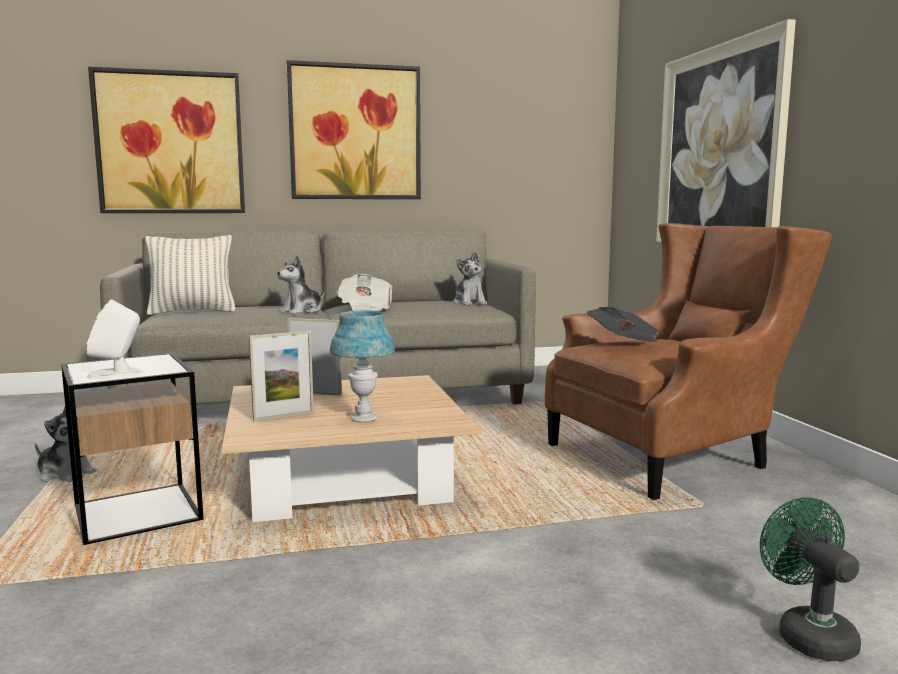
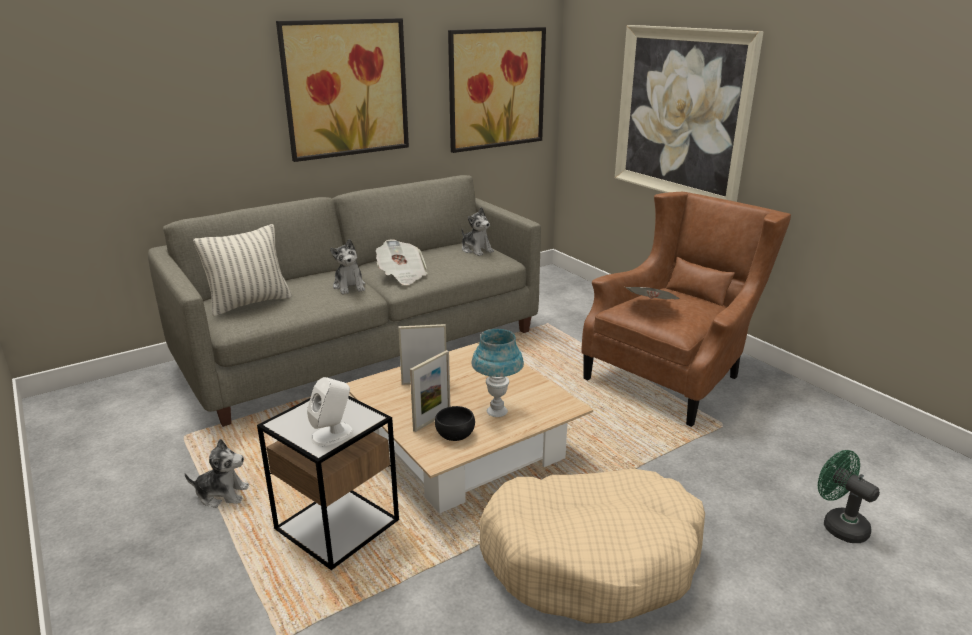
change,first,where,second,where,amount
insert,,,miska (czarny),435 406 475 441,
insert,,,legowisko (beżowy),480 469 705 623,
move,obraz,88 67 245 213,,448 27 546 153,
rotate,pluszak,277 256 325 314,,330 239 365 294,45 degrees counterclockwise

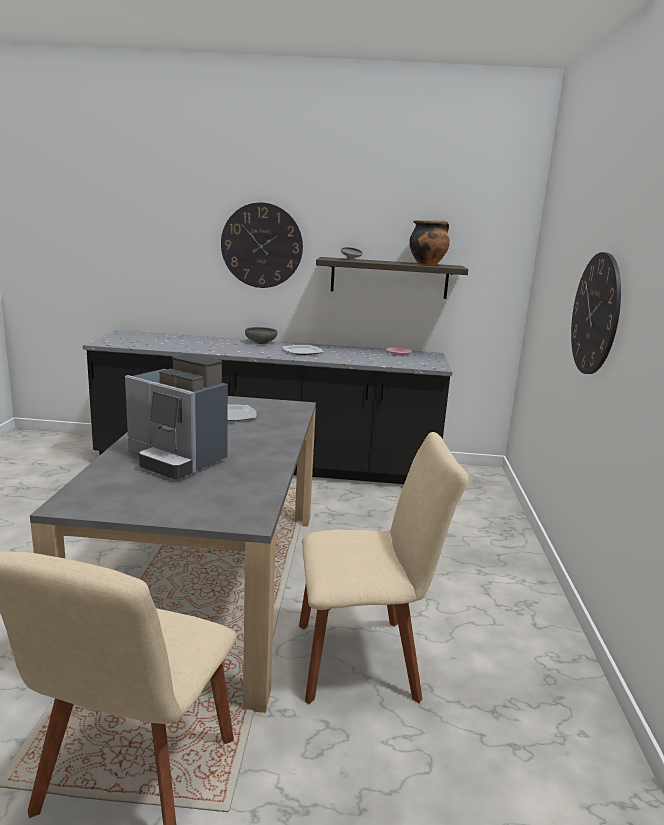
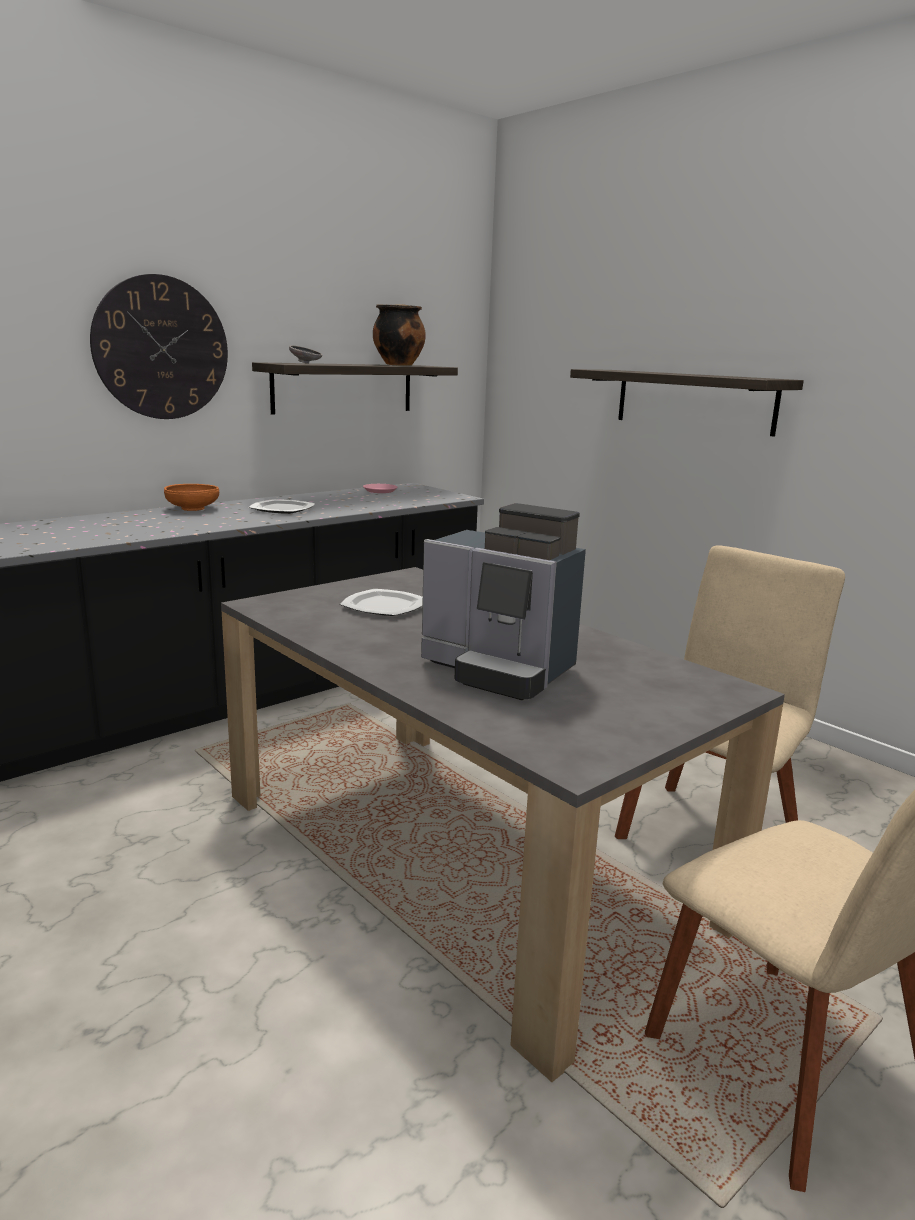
change,first,where,second,where,amount
replace,zegar ścienny,571 252 621 374,półka,570 369 804 437,
recolor,miska (szary),245 327 277 344,miska (pomarańczowy),164 484 219 511,
rotate,ekspres do kawy,125 353 228 480,,421 503 586 700,45 degrees clockwise

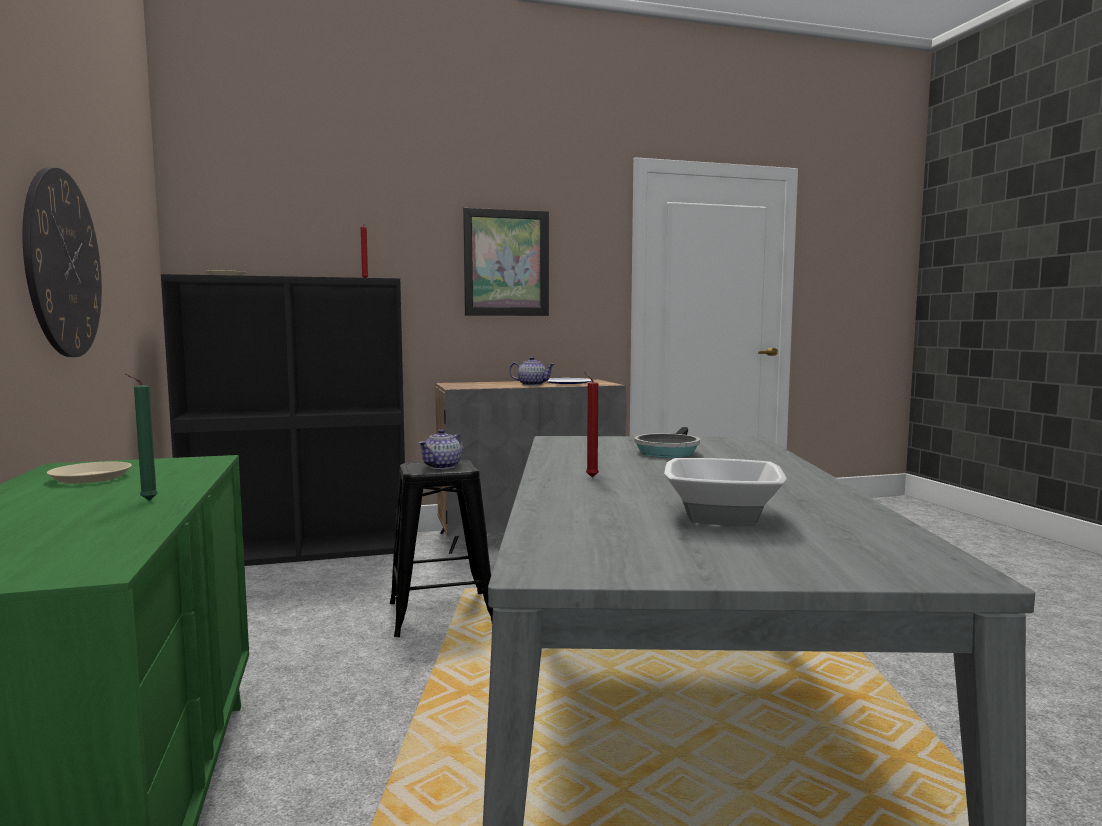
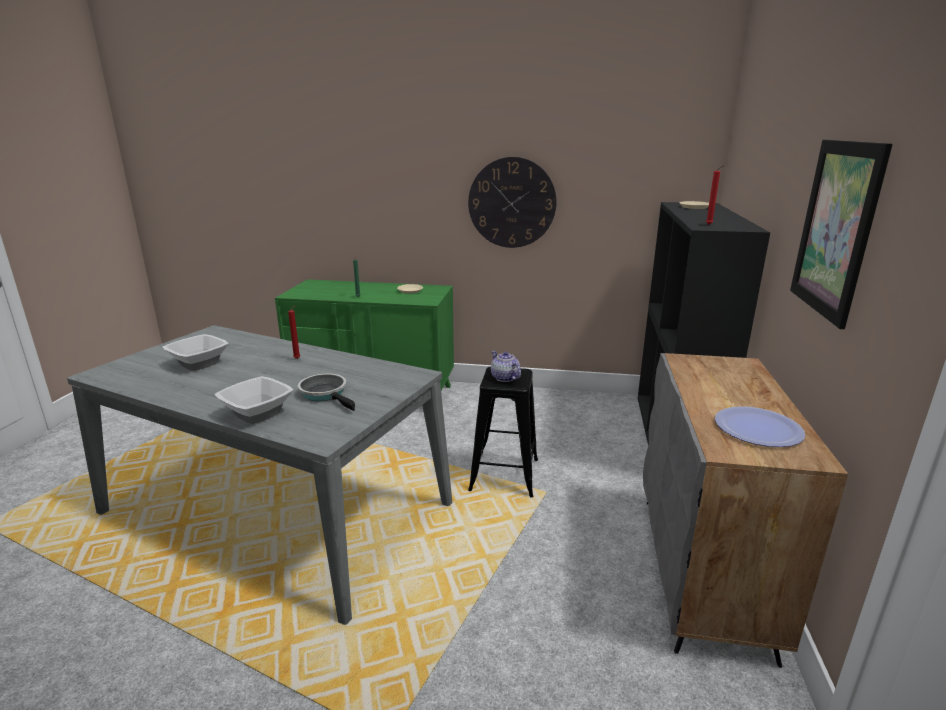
change,first,where,second,where,amount
delete,imbryk,509 357 555 386,,,
insert,,,miska,215 376 294 424,

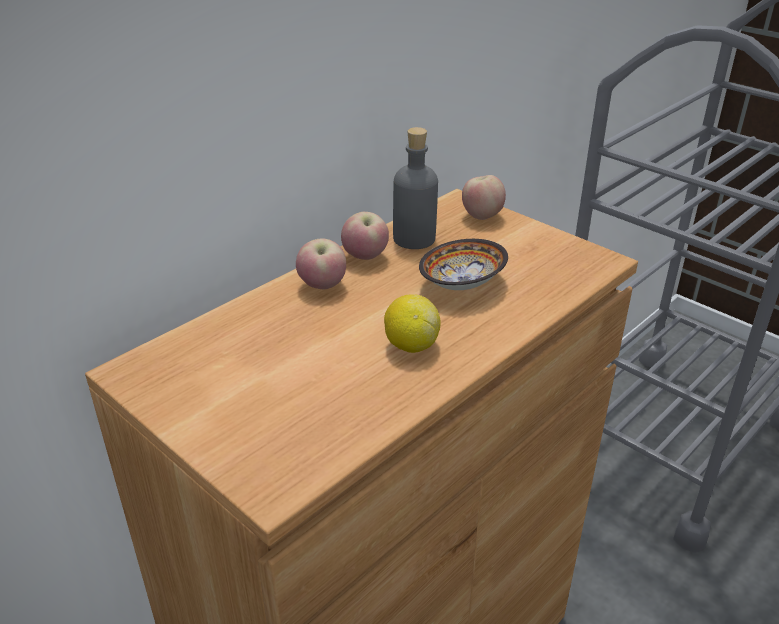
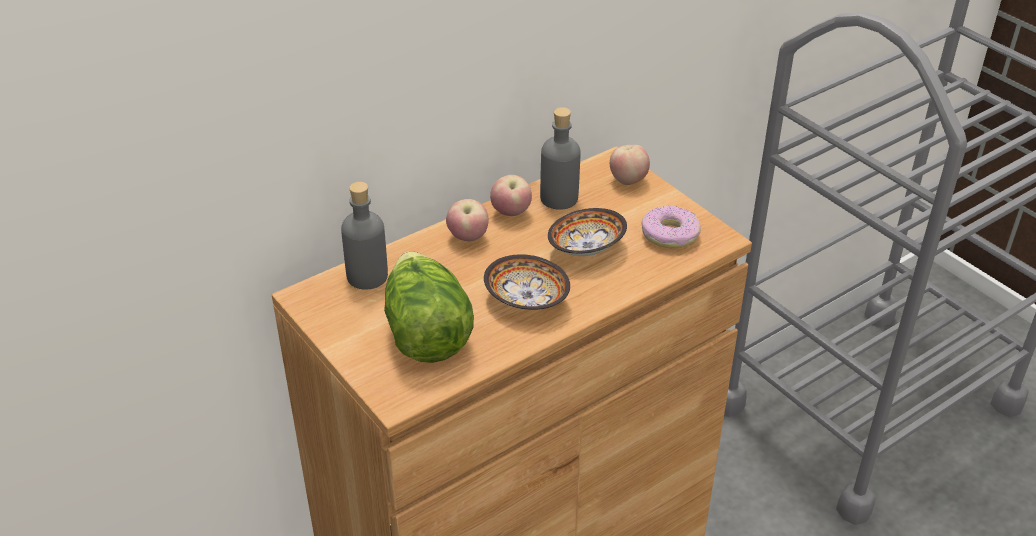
change,first,where,second,where,amount
insert,,,butelka (szary),341 182 388 290,
insert,,,sałata,384 251 474 363,
insert,,,donut,641 206 701 248,
replace,cytryna,384 294 441 353,miska,484 254 570 310,

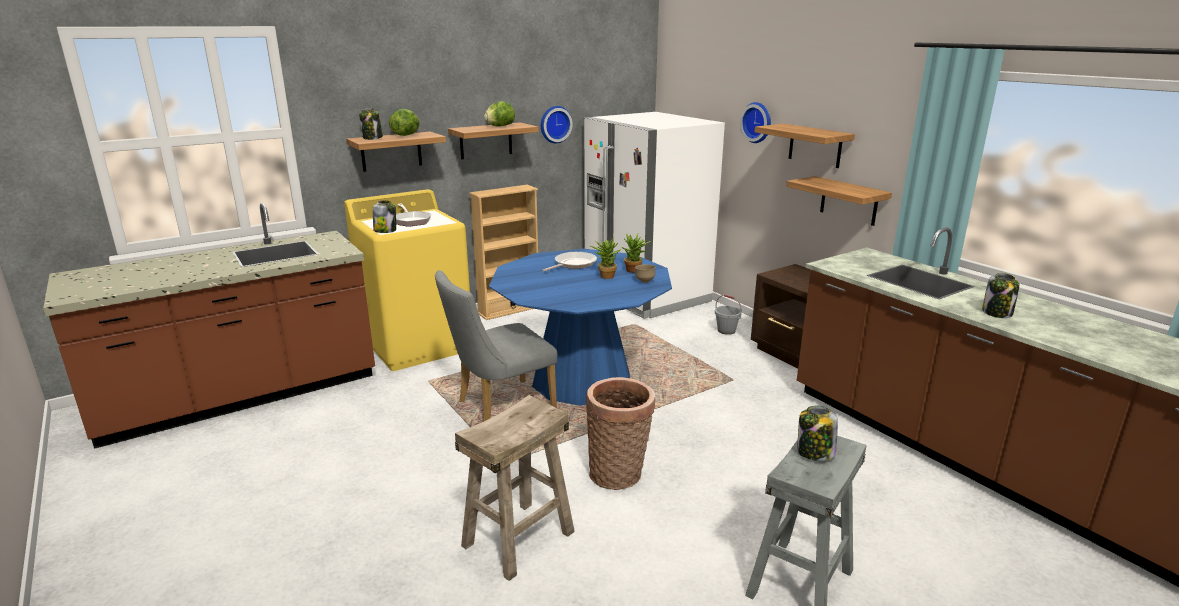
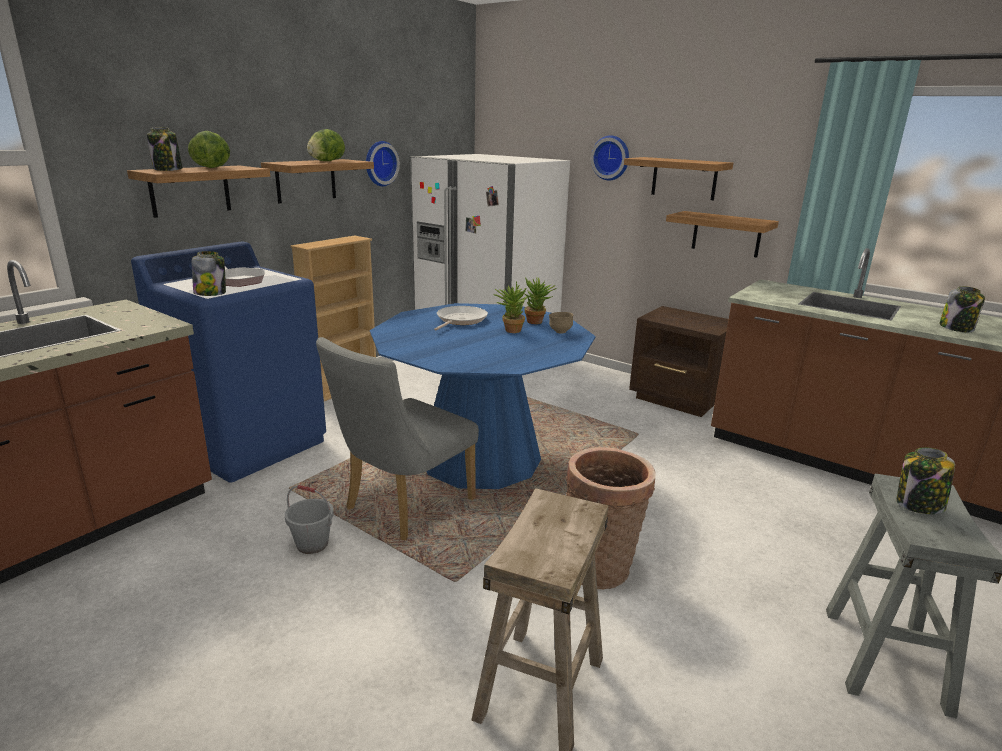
change,first,where,second,where,amount
move,wiadro (szary),715 295 742 335,,285 485 334 554,
recolor,pralka (żółty),344 189 470 371,pralka (niebieski),131 241 326 483,

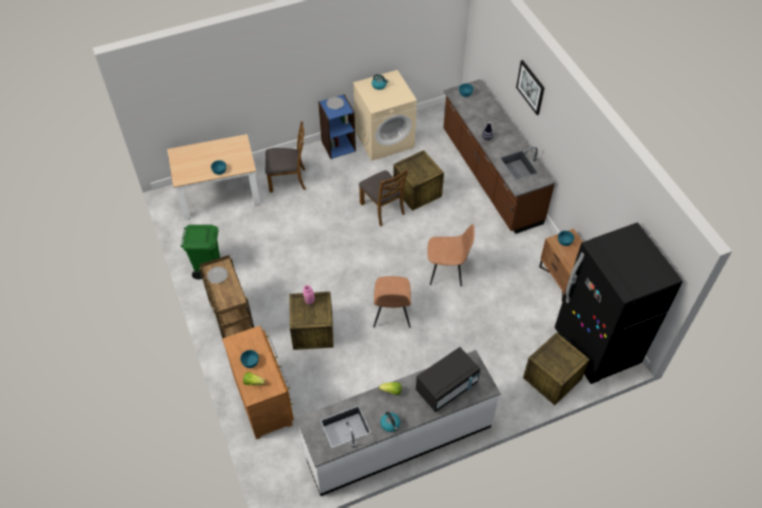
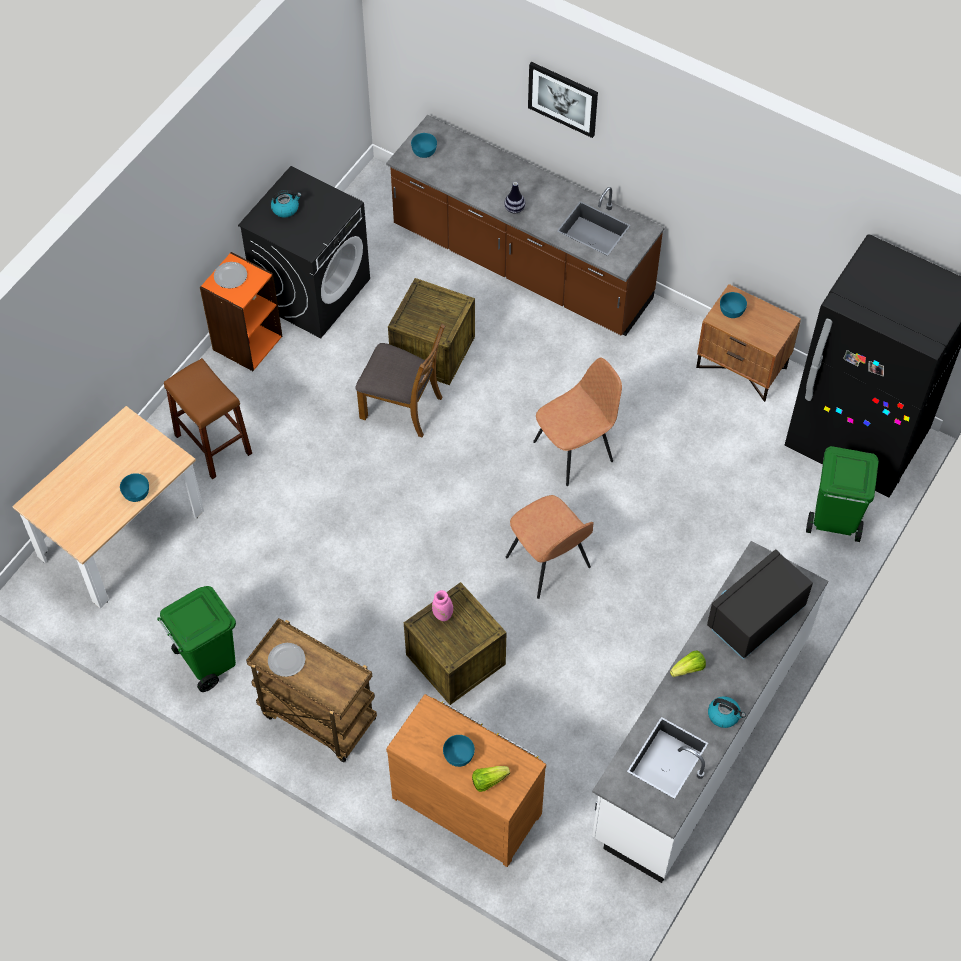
change,first,where,second,where,amount
replace,krzesło (brązowy),265 121 306 192,stołek (brązowy),164 358 252 479,
replace,skrzynka,523 332 590 405,kosz na śmieci (zielony),806 446 879 542,
recolor,regał (niebieski),318 94 356 159,regał (pomarańczowy),200 252 282 371,
recolor,pralka (beżowy),353 70 417 161,pralka (czarny),238 166 370 338,
rotate,mikrofalówka (czarny),416 347 480 412,,707 549 813 659,150 degrees counterclockwise

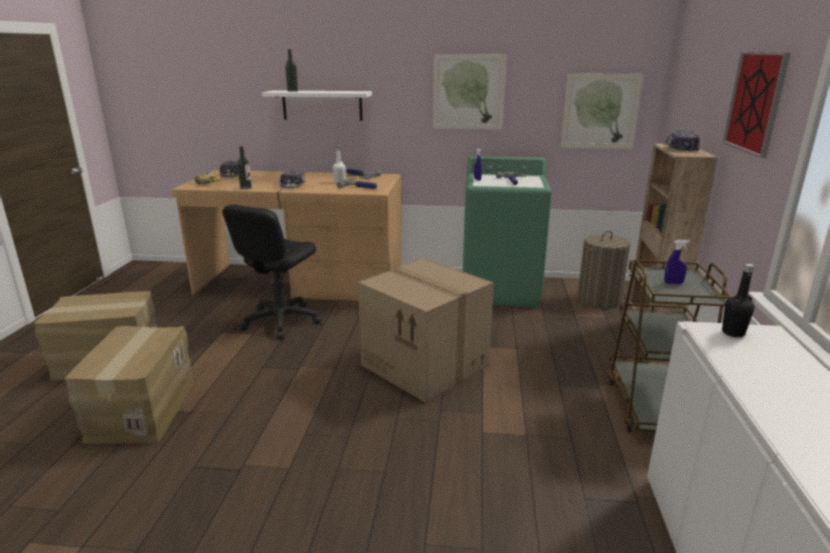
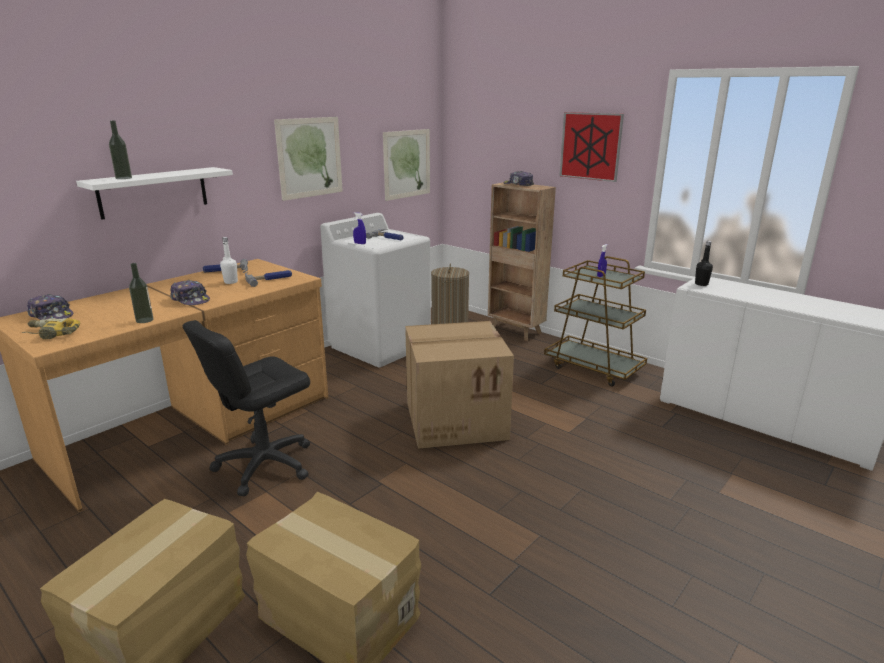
change,first,where,second,where,amount
recolor,pralka (zielony),463 156 552 307,pralka (biały),320 213 431 367,
rotate,krzesło biurowe (czarny),222 204 322 339,,183 320 310 496,75 degrees clockwise

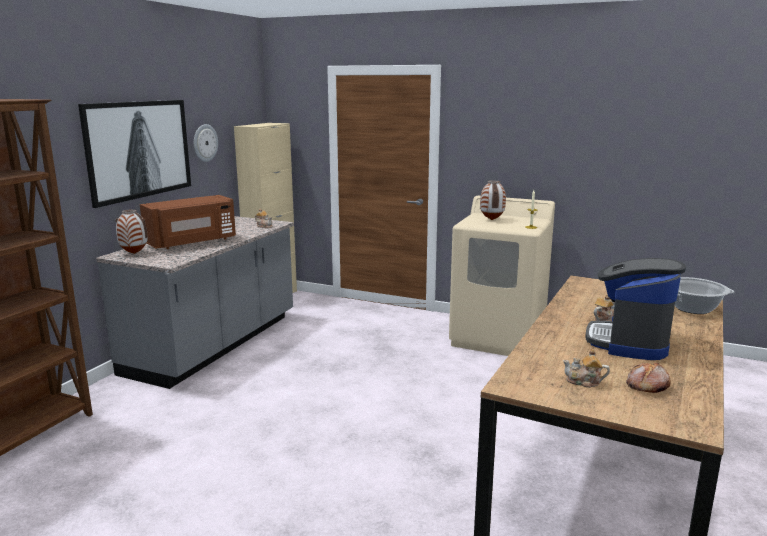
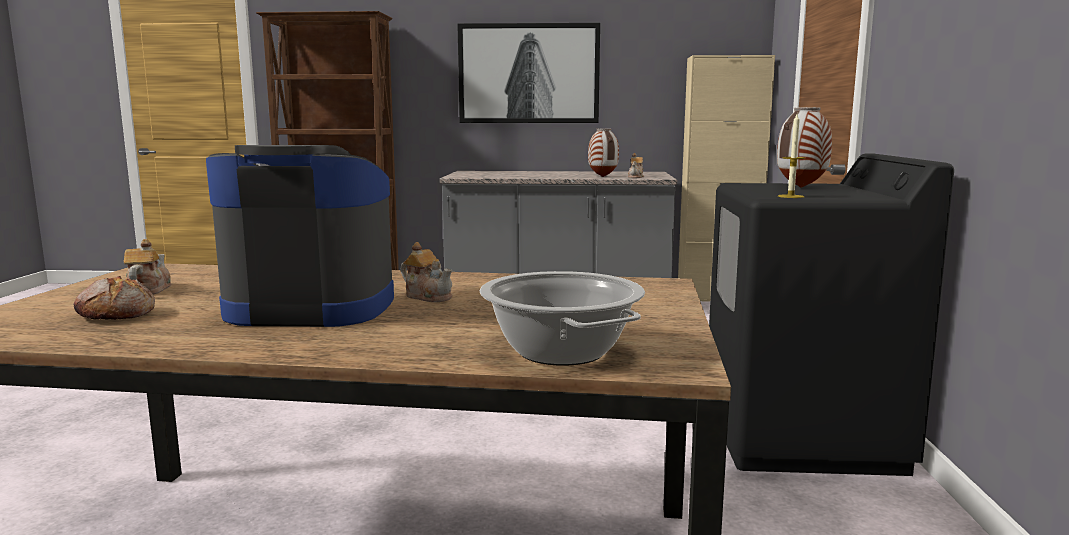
change,first,where,second,where,amount
delete,mikrofalówka (brązowy),140 195 236 249,,,
delete,zegar ścienny,194 124 218 162,,,
move,wazon,115 209 148 254,,588 129 619 177,
recolor,pralka (beżowy),449 196 555 356,pralka (czarny),709 154 954 476,

